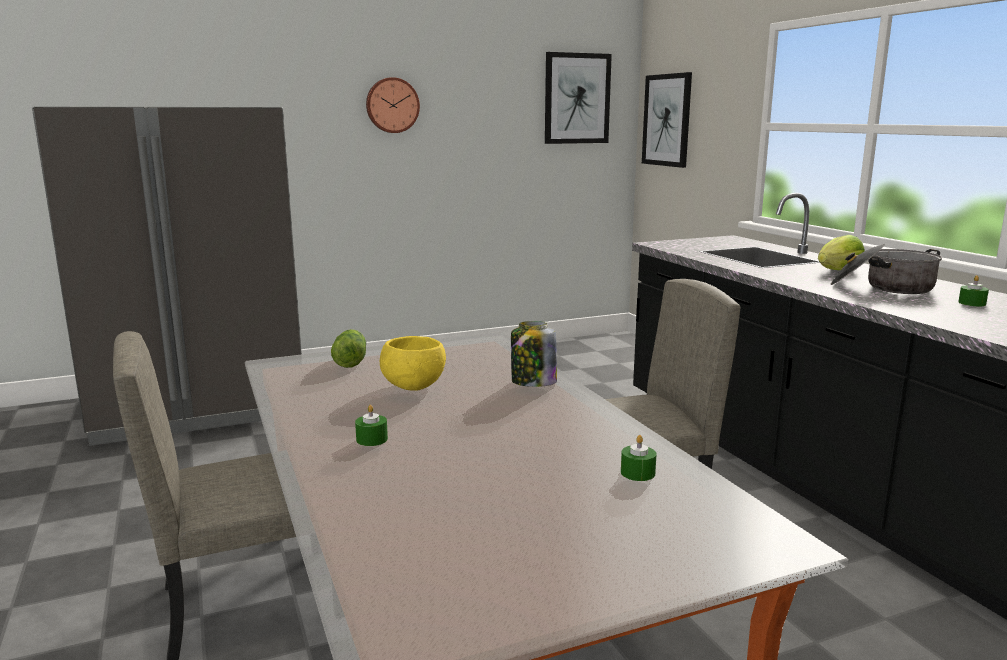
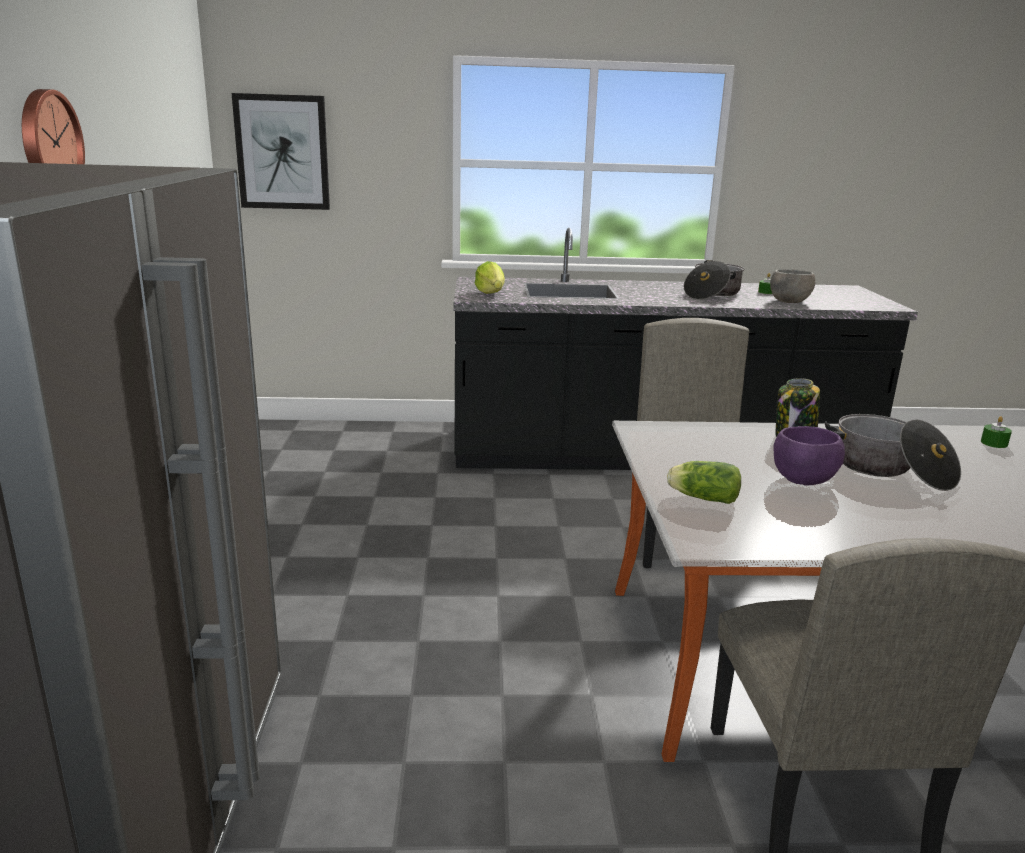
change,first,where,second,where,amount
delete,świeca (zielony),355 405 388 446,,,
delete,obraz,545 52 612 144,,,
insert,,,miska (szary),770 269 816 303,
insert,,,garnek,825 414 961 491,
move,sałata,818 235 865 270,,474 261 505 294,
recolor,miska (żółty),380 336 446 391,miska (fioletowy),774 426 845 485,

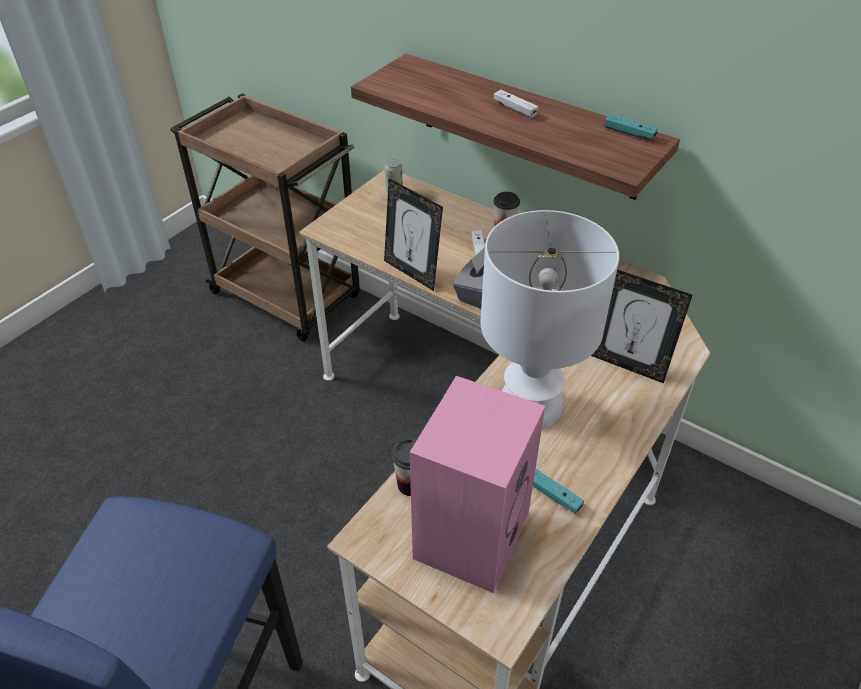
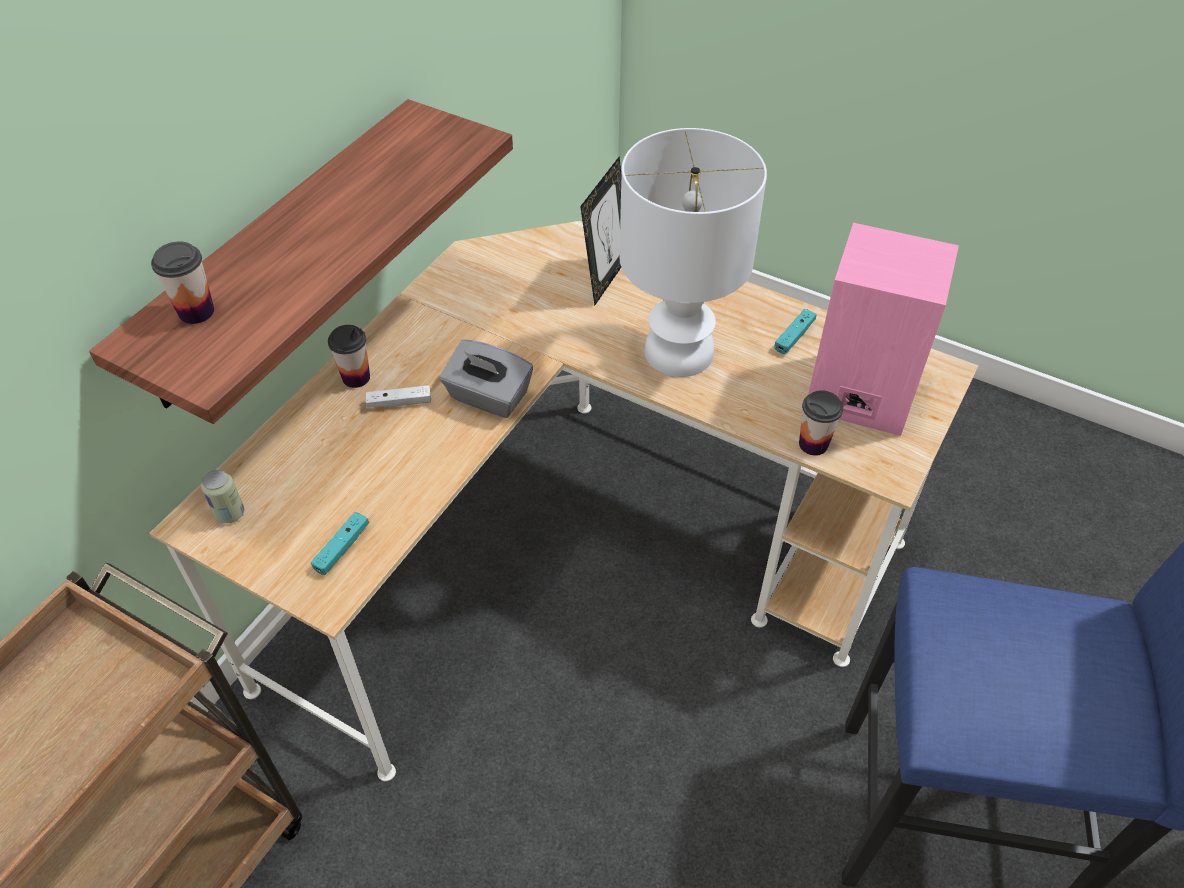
change,first,where,second,where,amount
delete,ramka na zdjęcie,384 178 443 291,,,
delete,pad do gier (biały),493 90 538 118,,,
insert,,,filiżanka,151 241 214 324,
move,pad do gier (turkusowy),605 114 658 139,,311 512 369 575,

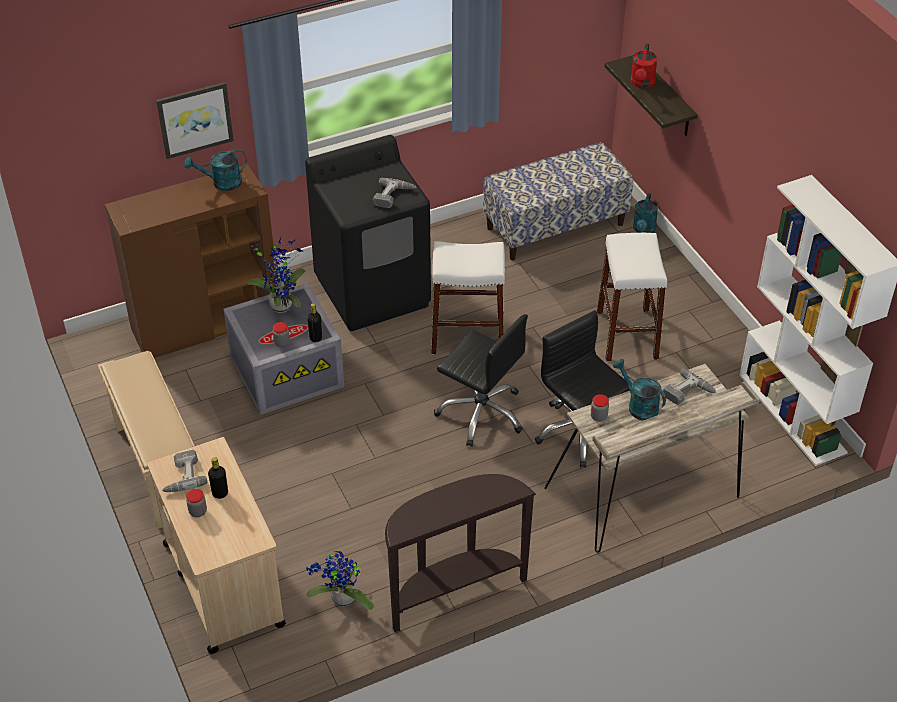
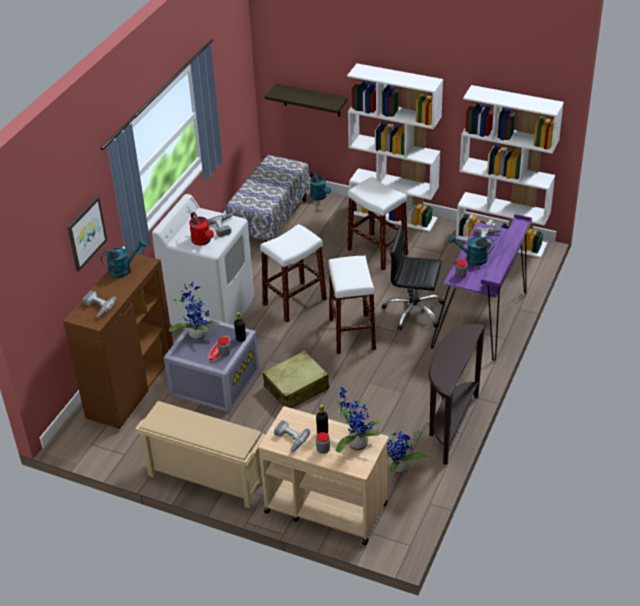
change,first,where,second,where,amount
insert,,,wiertarka,83 291 117 317,
insert,,,walizka (beżowy),263 350 329 408,
insert,,,roślina doniczkowa,336 387 382 453,
insert,,,regał (biały),347 63 443 232,
move,konewka (czerwony),630 43 658 88,,189 212 214 246,
replace,krzesło biurowe (czarny),434 314 528 447,stołek (biały),328 256 376 354,
recolor,pralka (czarny),305 135 431 331,pralka (biały),152 194 254 329,
recolor,biurko (beżowy),544 364 759 553,biurko (fioletowy),431 214 532 361,
rotate,konewka (turkusowy),184 149 246 191,,101 239 146 278,150 degrees counterclockwise

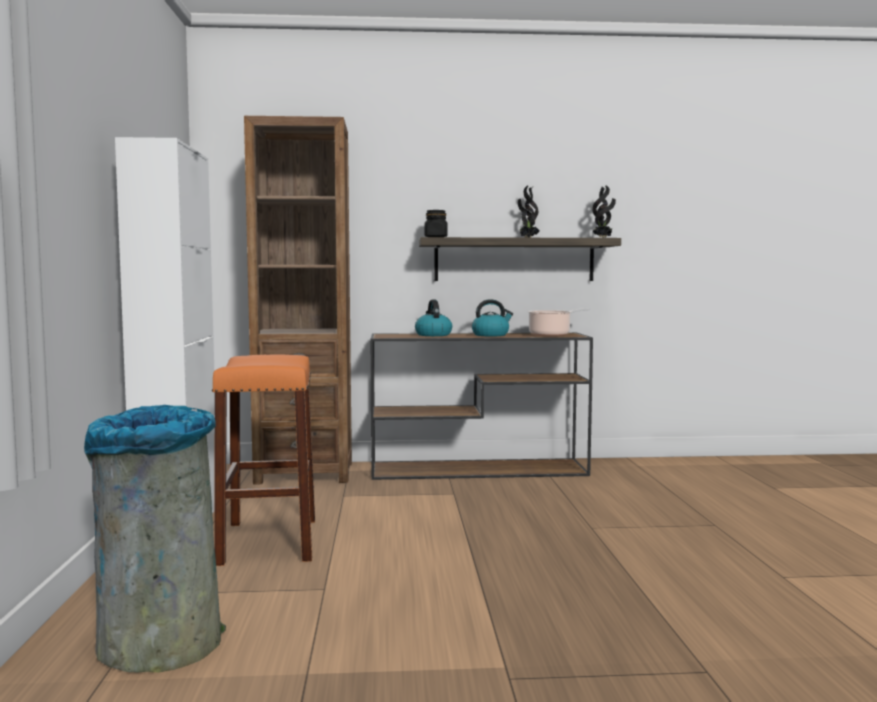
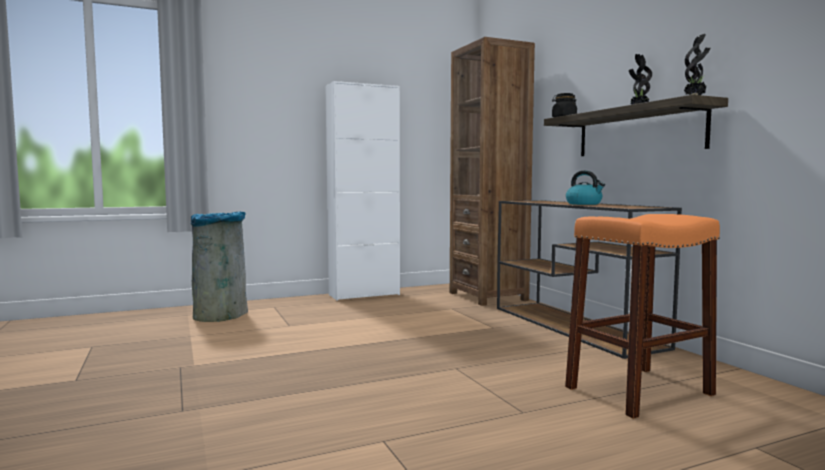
change,first,where,second,where,amount
delete,czajnik,415 299 452 336,,,
delete,garnek,527 308 591 336,,,
move,stołek (pomarańczowy),212 354 315 566,,565 214 720 419,

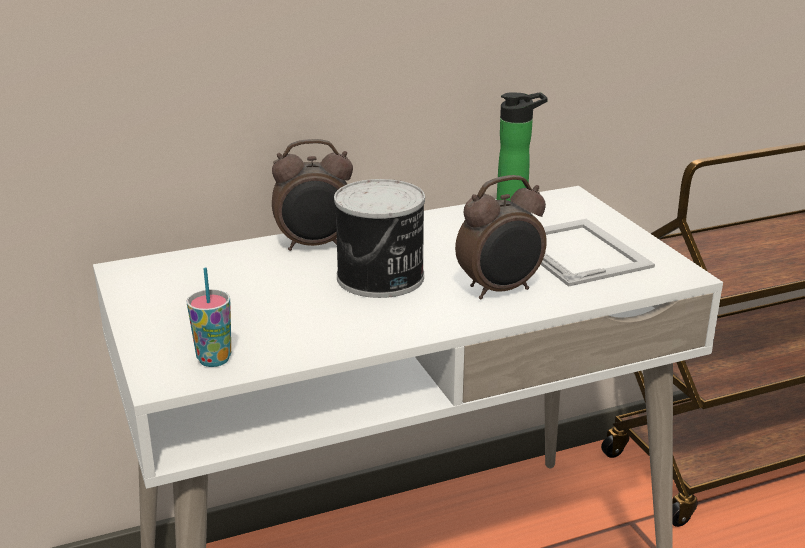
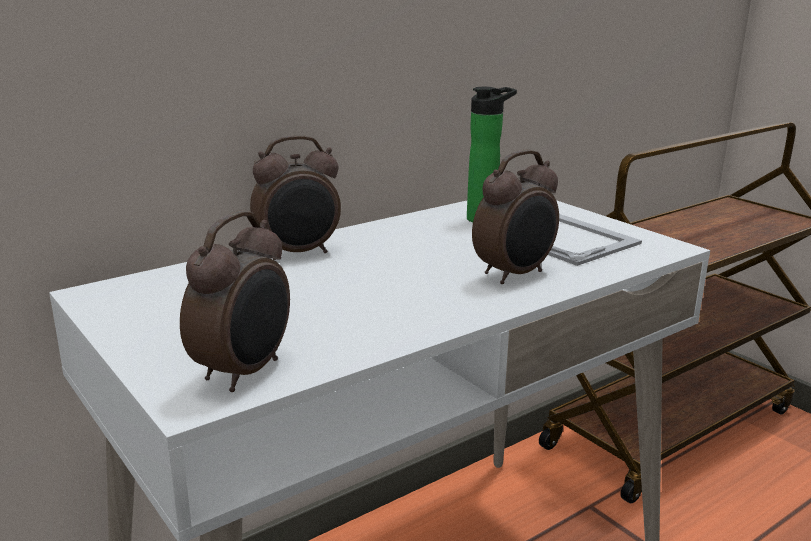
change,first,where,second,where,amount
delete,puszka,334 179 425 298,,,
replace,filiżanka,187 268 231 367,budzik,180 211 290 392,

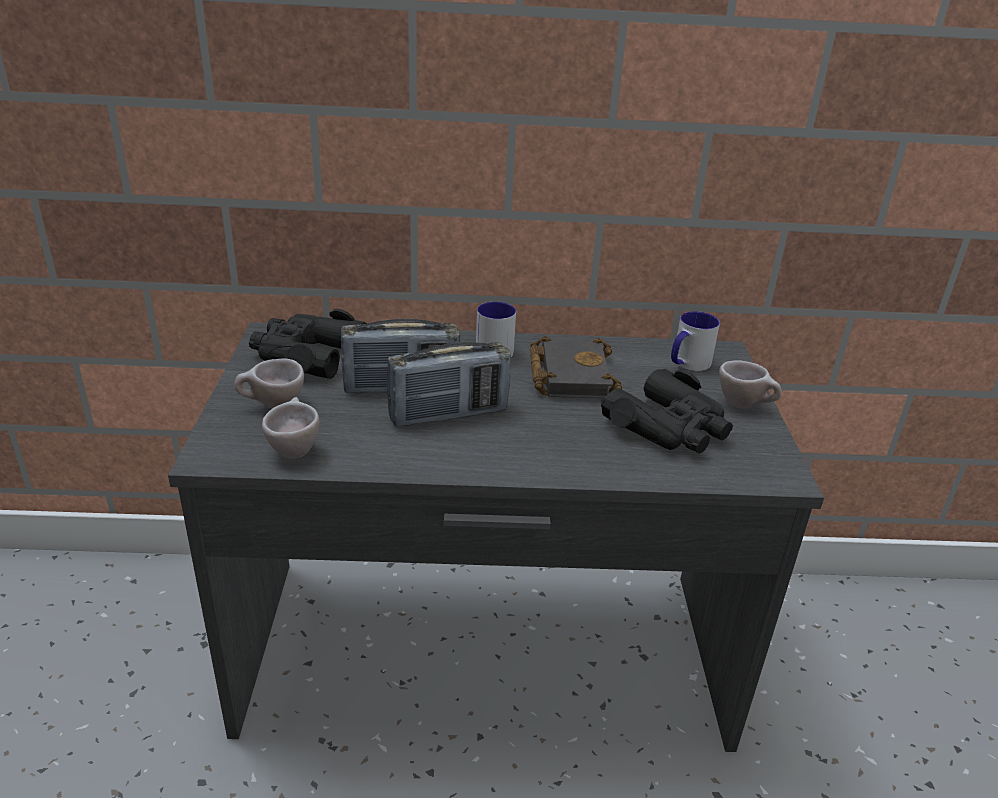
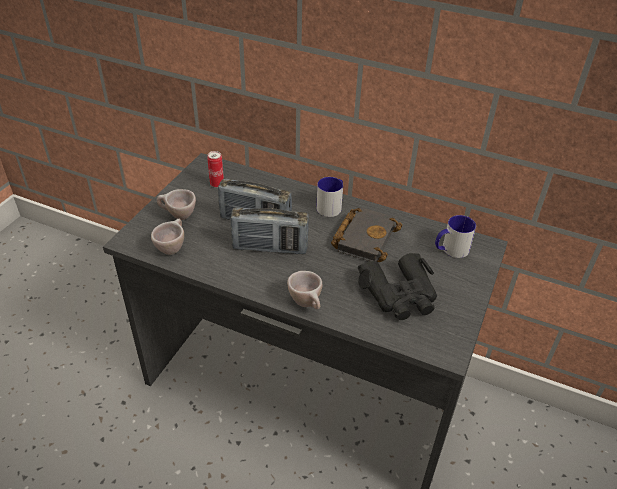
change,first,where,second,where,amount
move,filiżanka (beżowy),719 360 782 409,,287 271 322 309,
replace,lornetka (czarny),249 309 367 379,puszka,207 151 224 188,

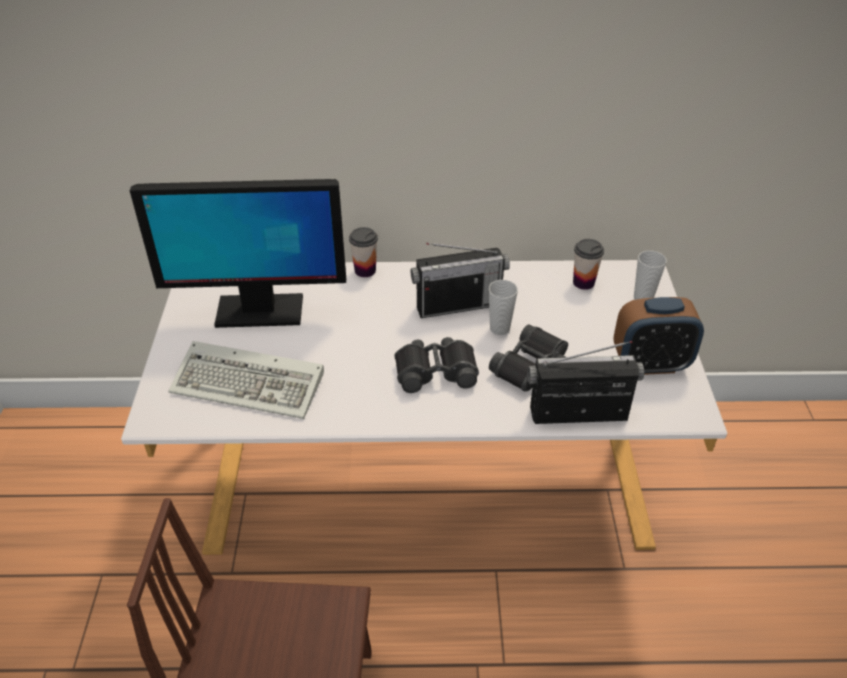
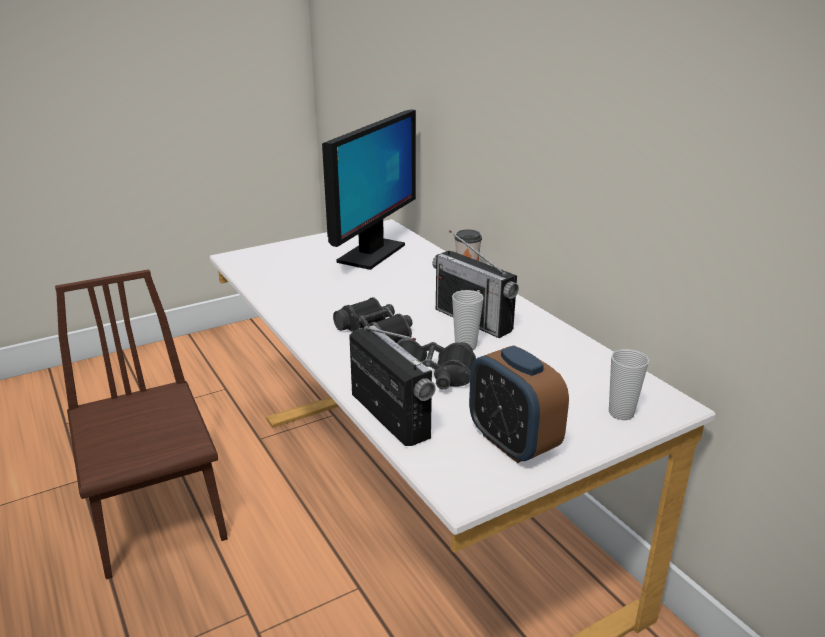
change,first,where,second,where,amount
delete,klawiatura,168 341 324 419,,,
delete,filiżanka,573 239 604 290,,,
rotate,monitor,129 179 346 328,,322 110 416 270,120 degrees counterclockwise

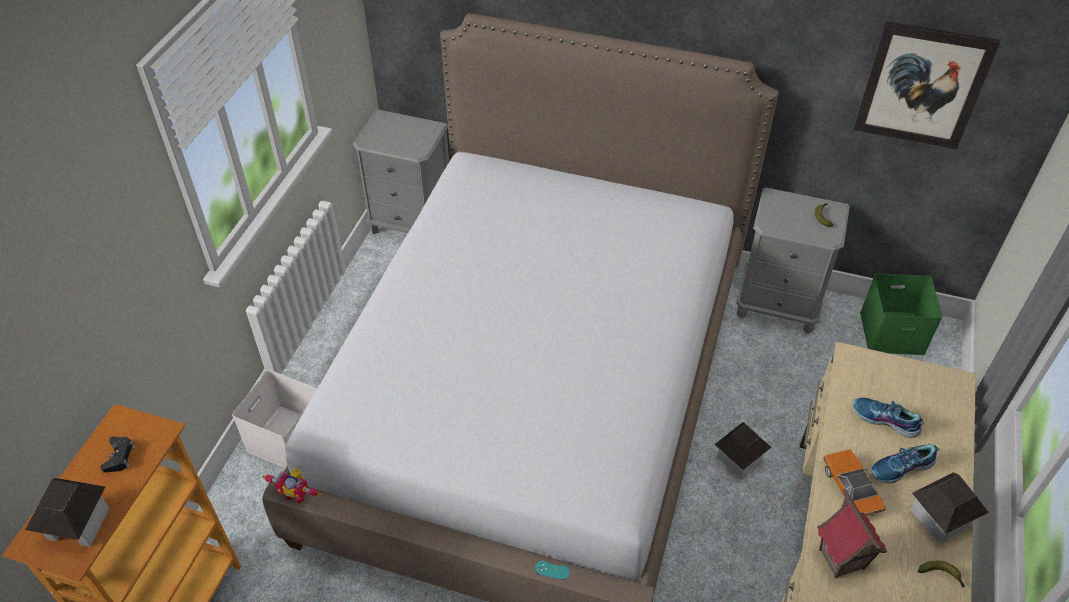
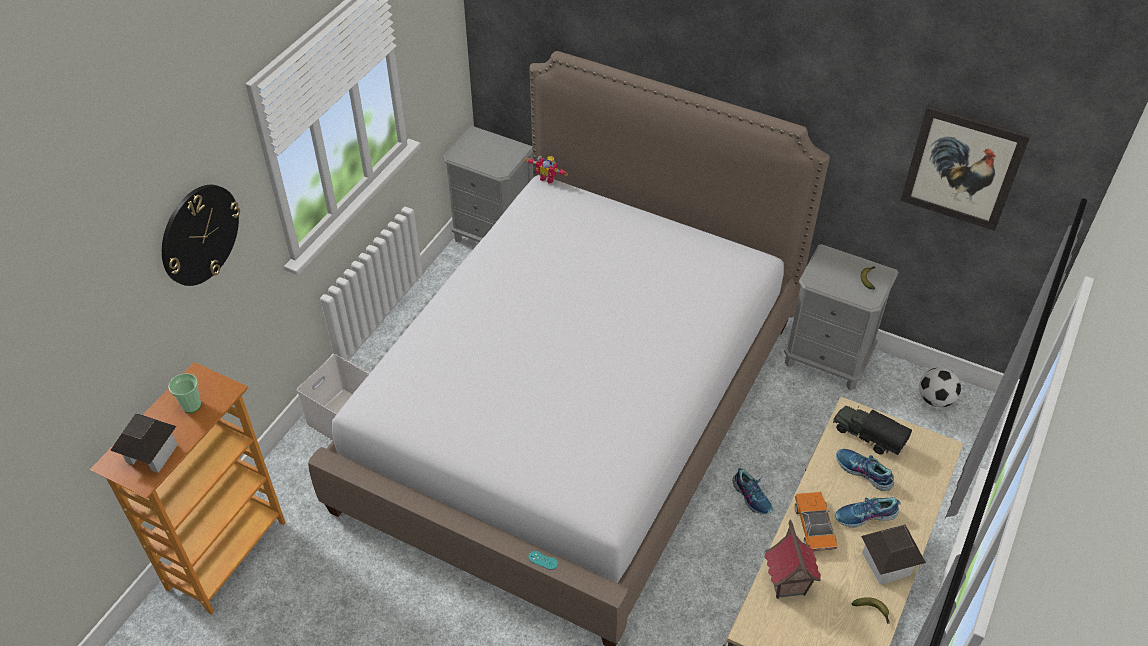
change,first,where,second,where,amount
insert,,,zegar ścienny,162 185 240 286,
insert,,,ciężarówka zabawkowa,833 406 912 455,
move,robot zabawkowy,262 469 321 504,,526 156 568 184,
replace,pad do gier (czarny),100 437 135 472,filiżanka,168 373 201 413,
replace,domek,715 422 771 478,but,732 468 773 514,
replace,pojemnik do przechowywania (zielony),860 273 943 355,piłka futbolowa,919 367 961 407,

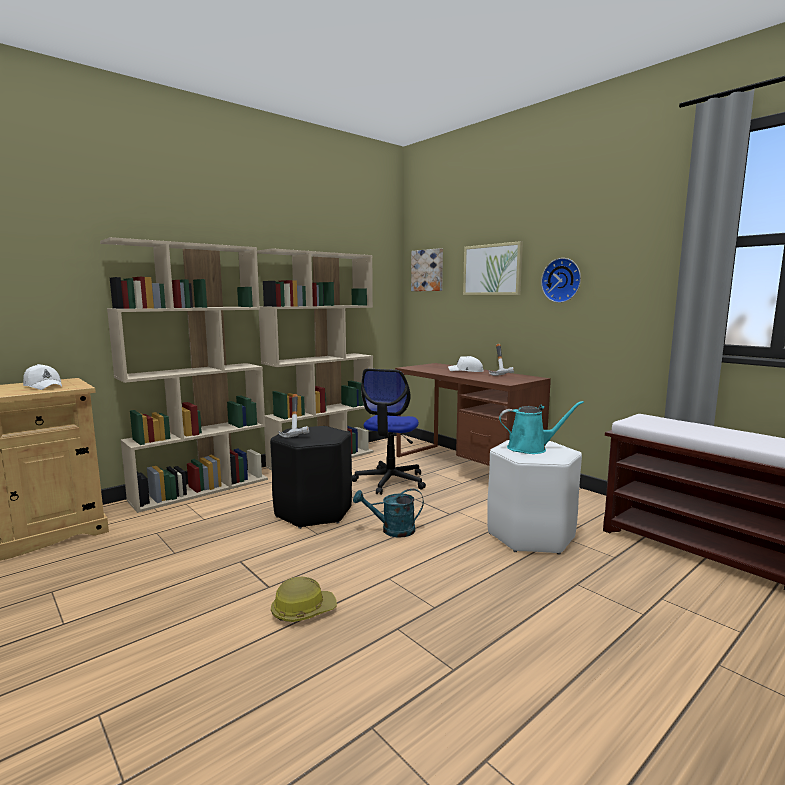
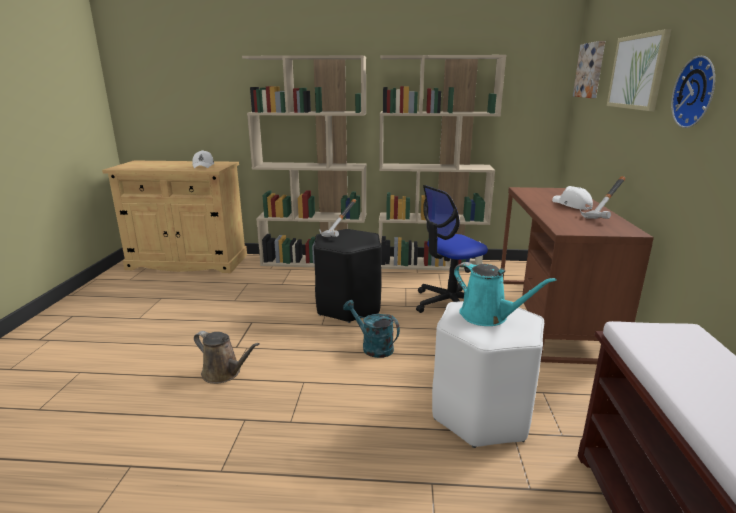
change,first,where,second,where,amount
replace,kask,271 577 337 622,konewka (brązowy),194 331 260 384,

